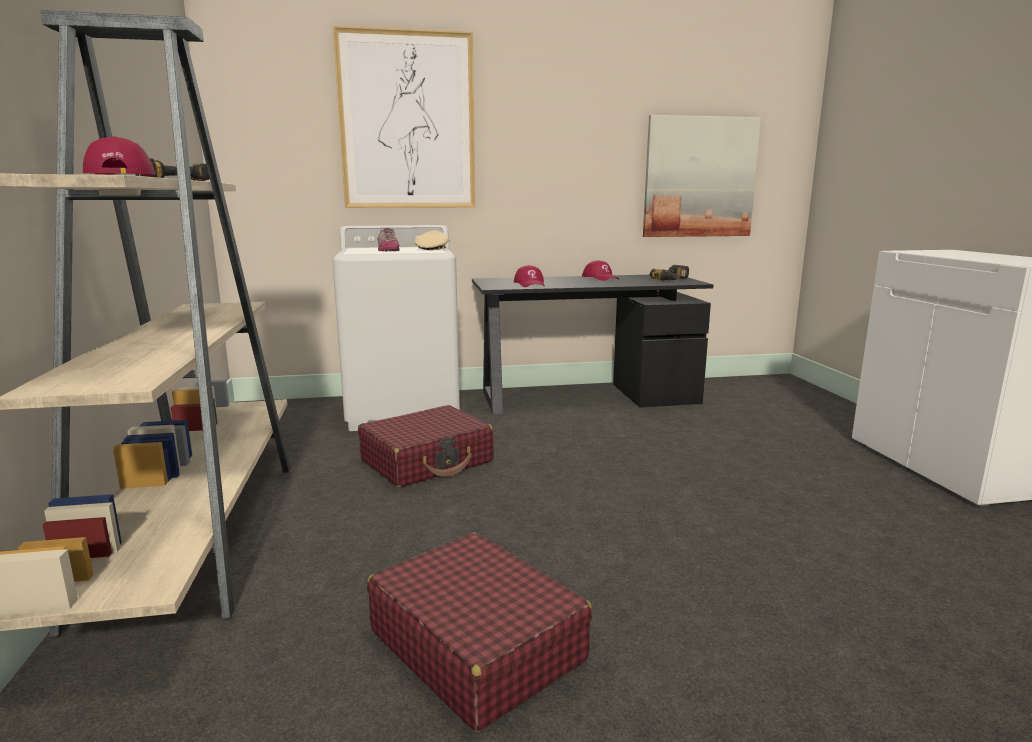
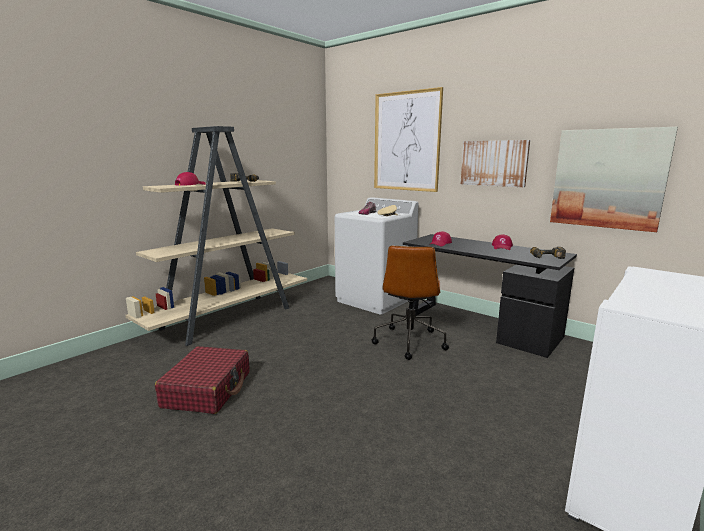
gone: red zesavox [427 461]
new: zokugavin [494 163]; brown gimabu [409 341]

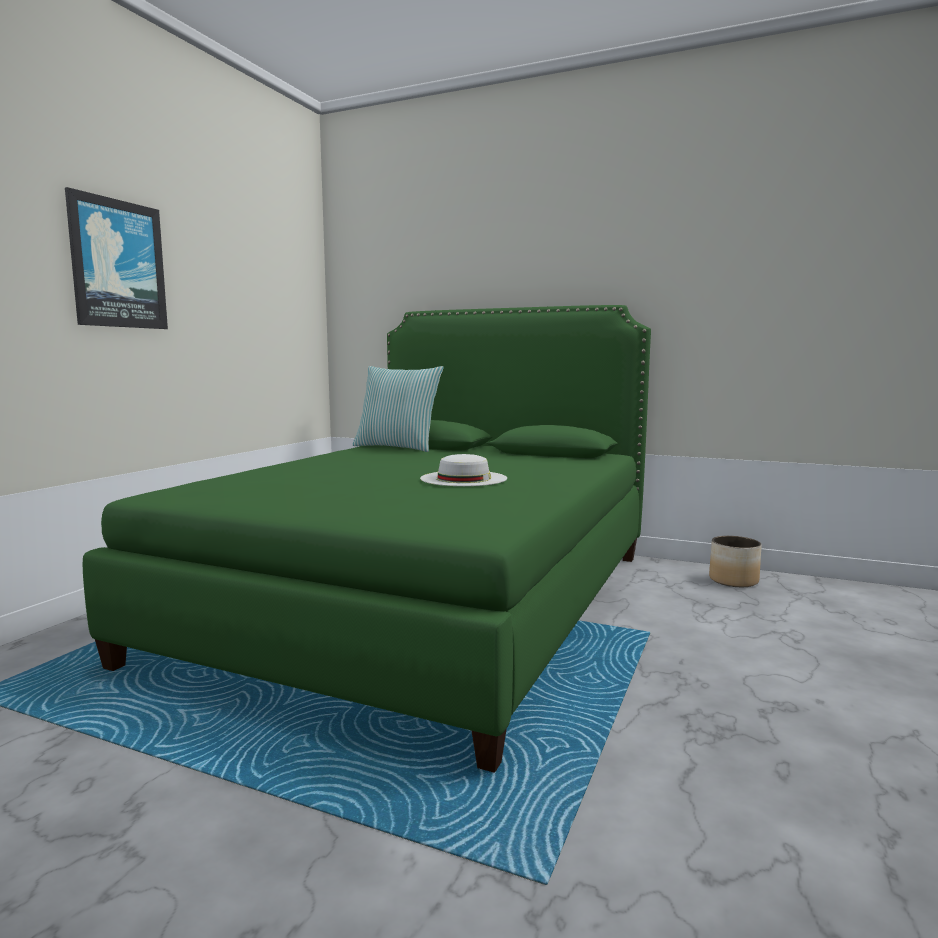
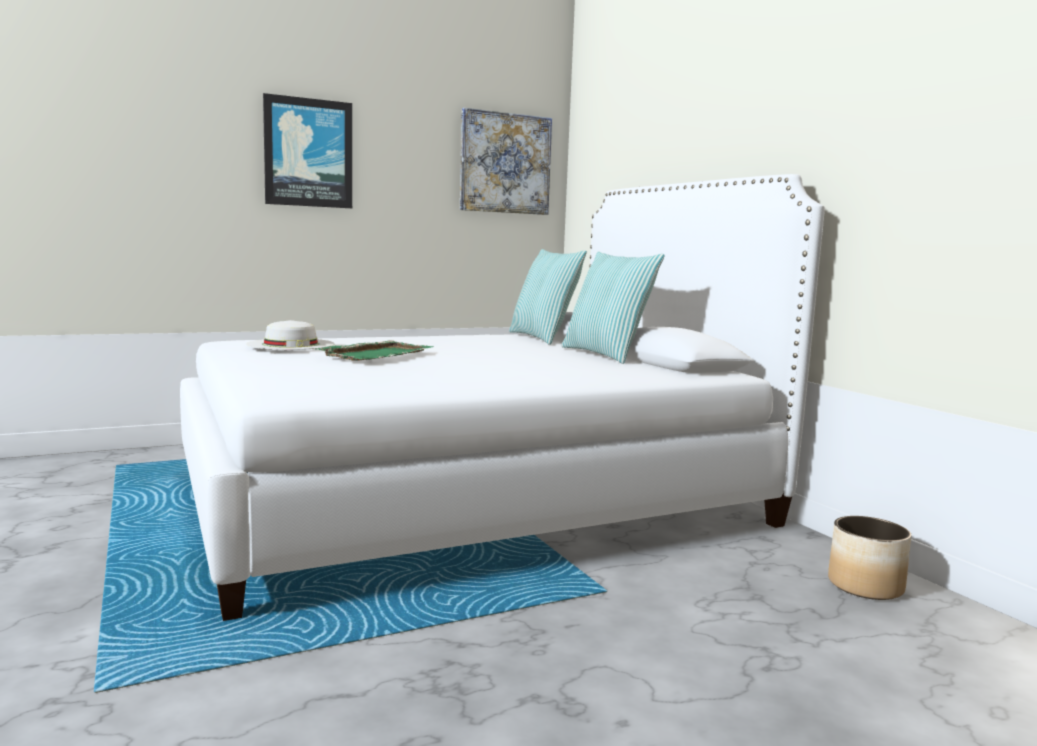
new: zokugavin [505 163]; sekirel [606 355]; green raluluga [377 354]
shifted: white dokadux [463 478] to [291 344]
repainted: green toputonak [426 601] to white toputonak [471 497]

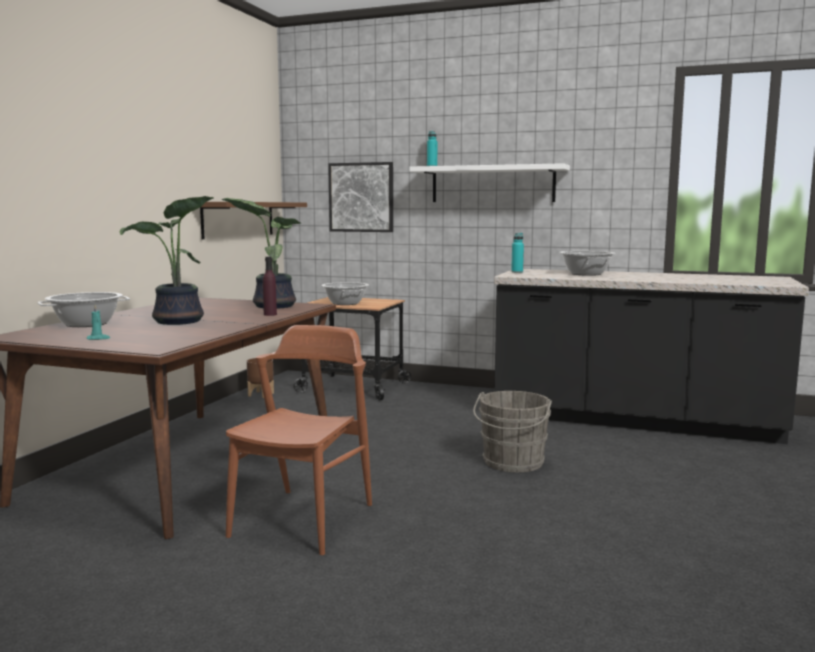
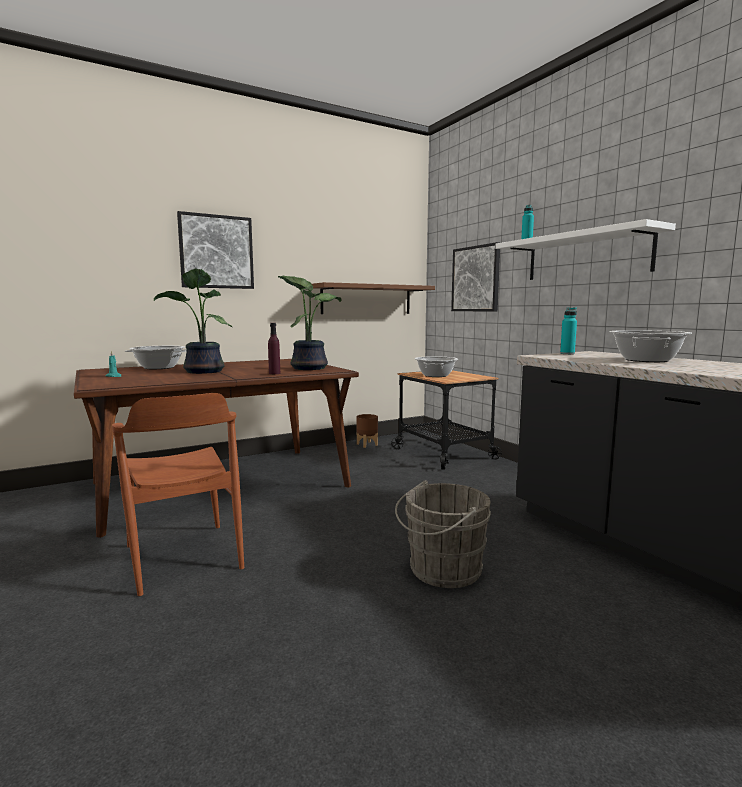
new: zokugavin [216 252]
rotated: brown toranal [303 519] = [183 557] 90 degrees clockwise

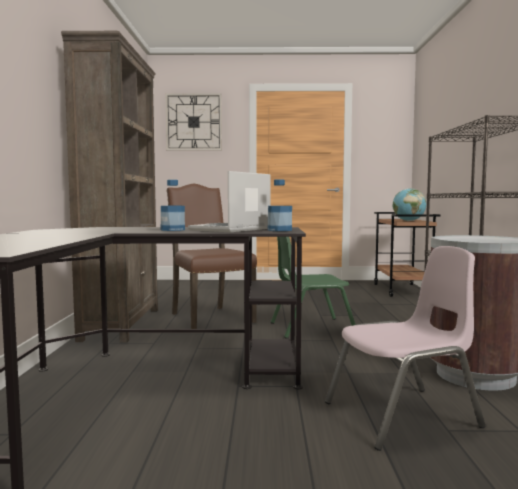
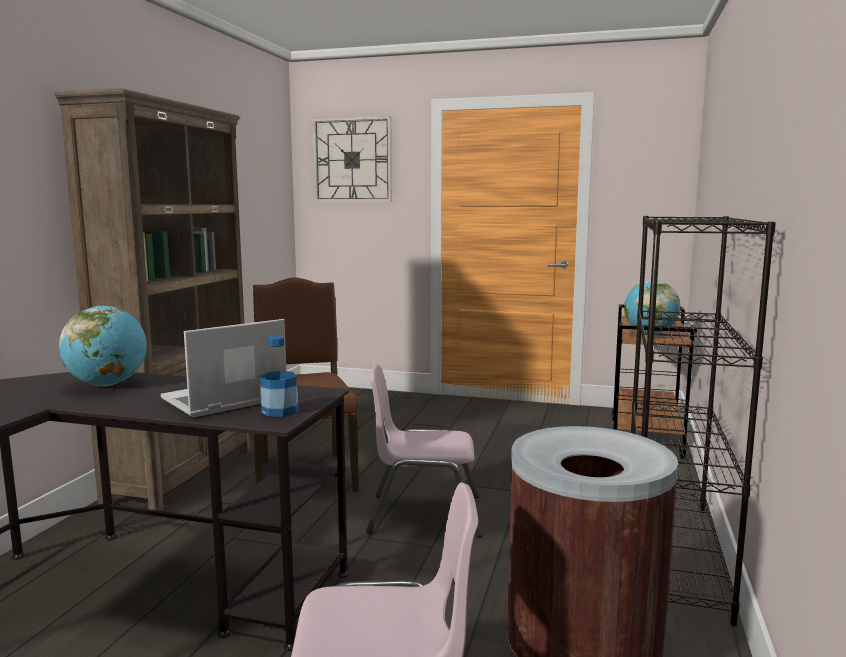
gone: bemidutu [172 230]
new: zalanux [108 384]
repainted: green toranal [311 328] to pink toranal [424 514]

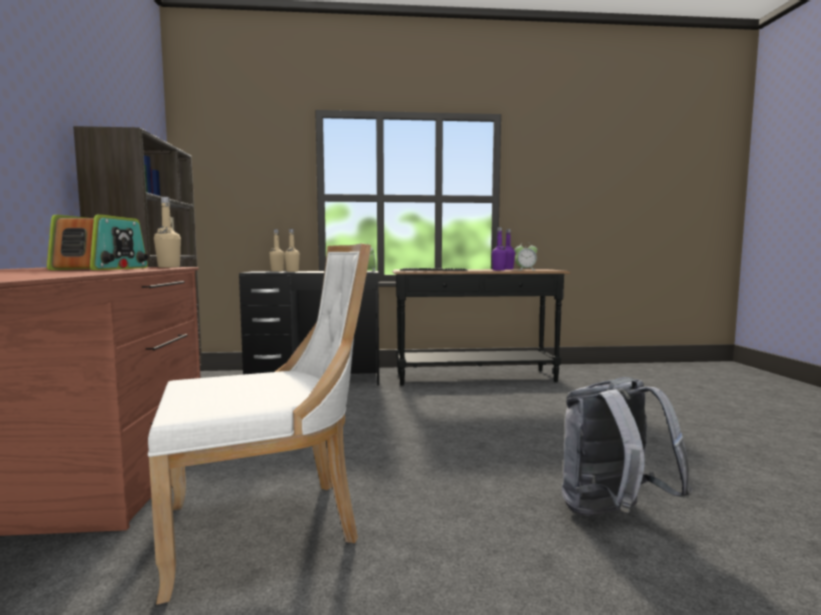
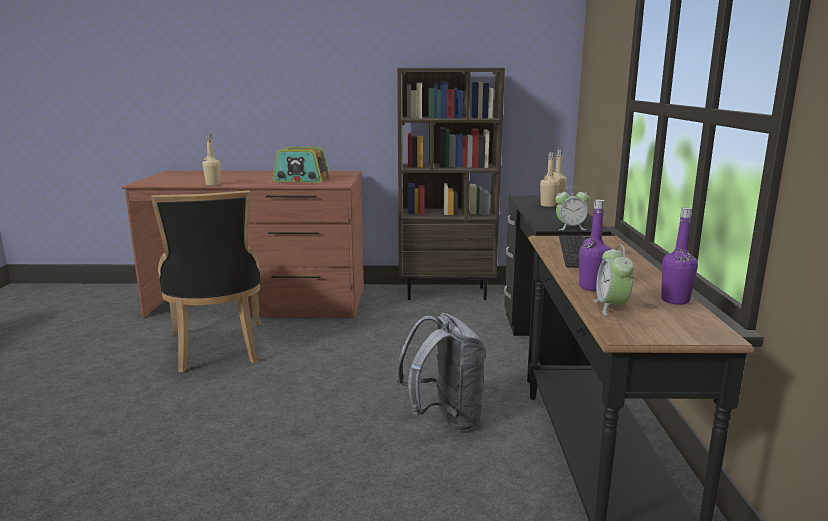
shifted: beige bemidutu [169 267] to [213 184]; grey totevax [612 514] to [444 419]
repainted: white toranal [269 527] to black toranal [218 348]

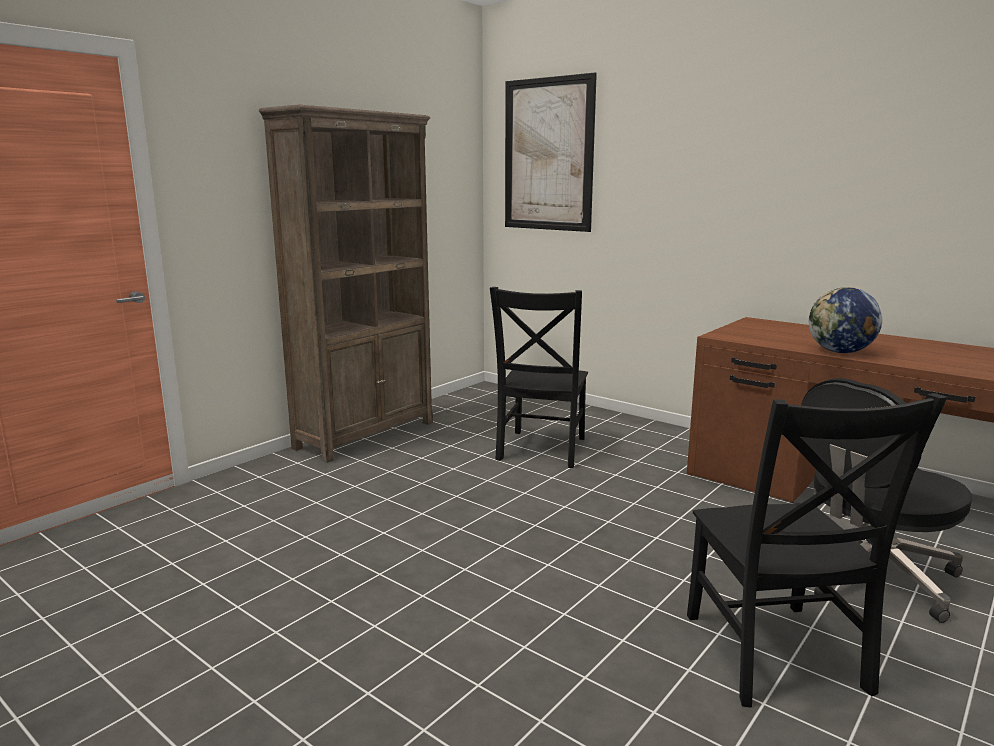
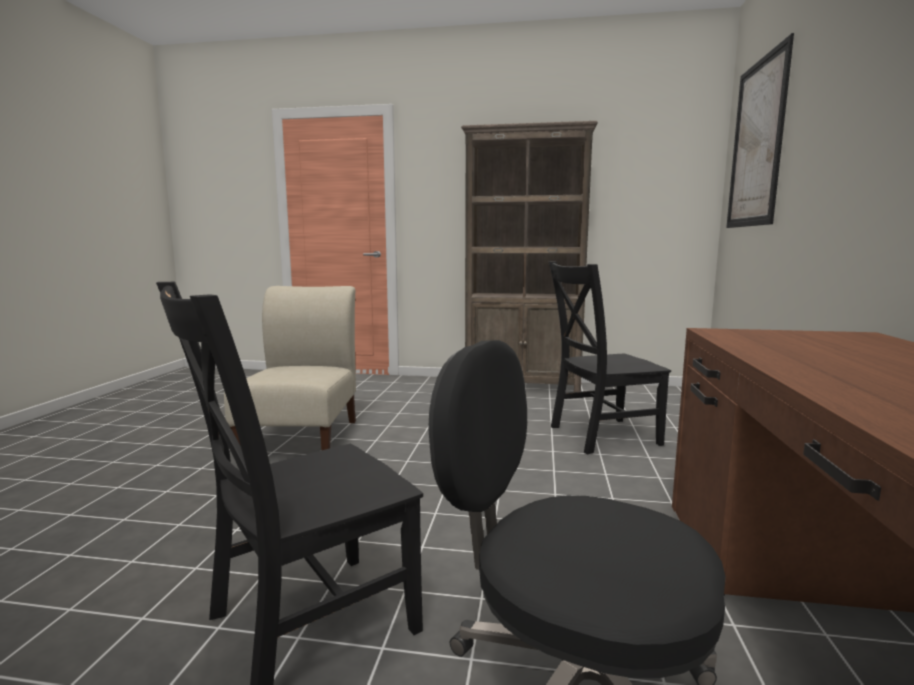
gone: zalanux [840 352]
new: beige toranal [303 438]

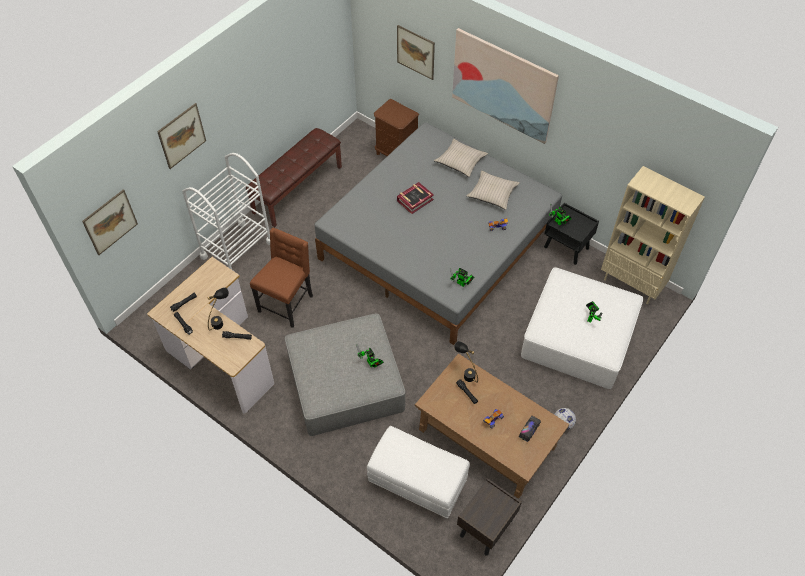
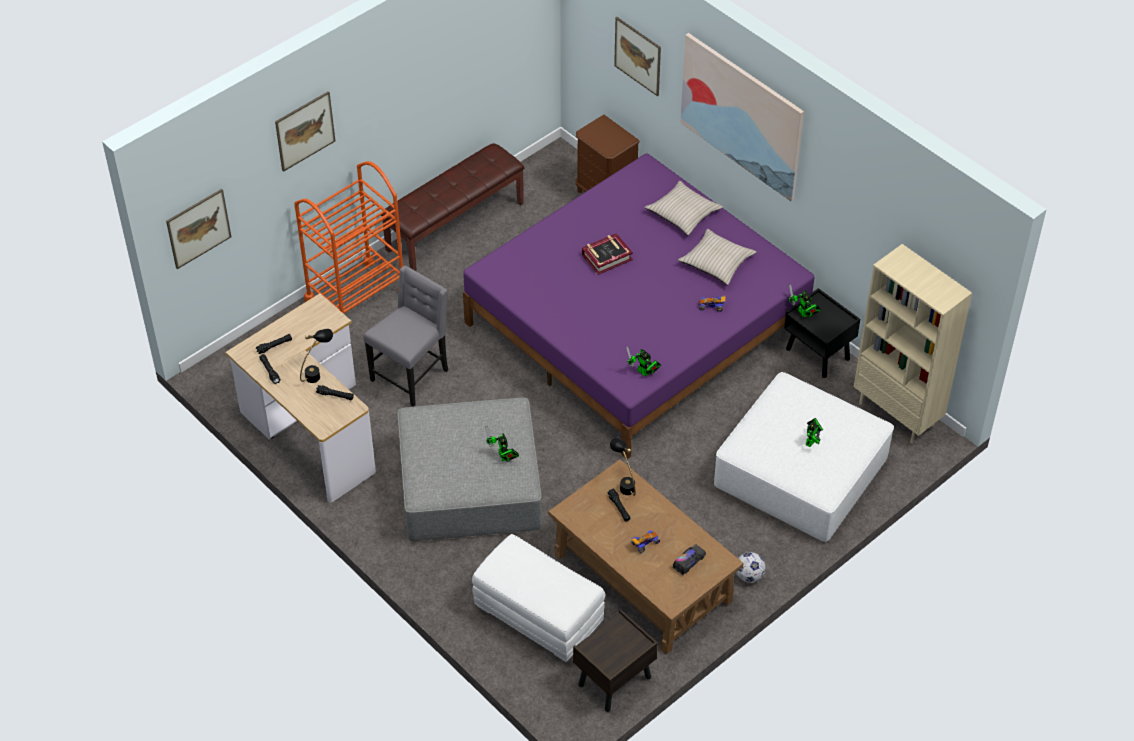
repainted: grey toputonak [438 243] to purple toputonak [637 324]; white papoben [237 249] to orange papoben [356 296]; brown toranal [287 303] to grey toranal [411 375]

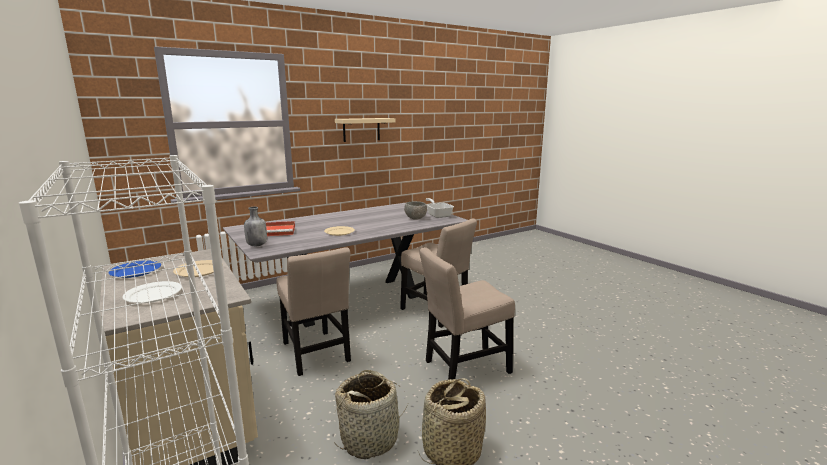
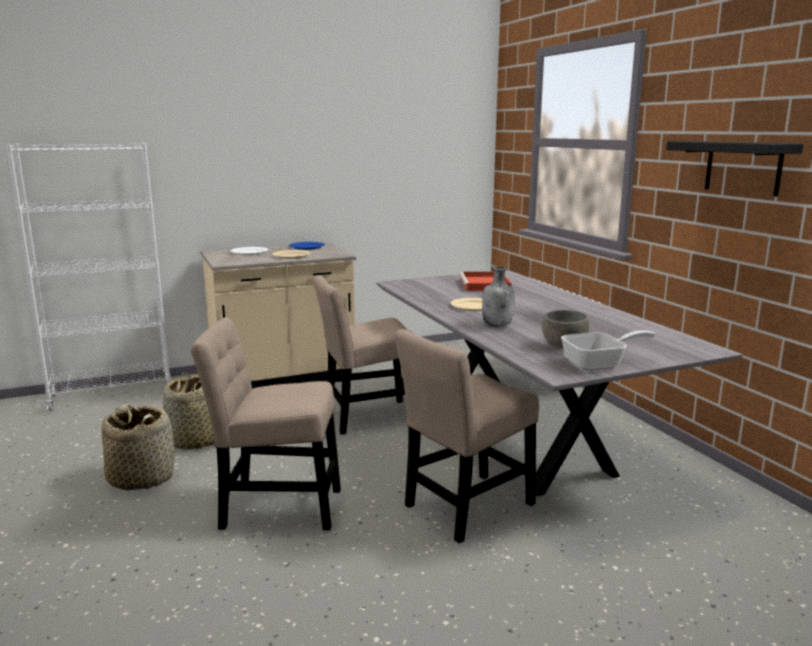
shifted: grey bemidutu [257 245] to [498 325]
repainted: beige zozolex [361 129] to black zozolex [743 167]
rotated: beige toranal [464 368] = [275 507] 75 degrees counterclockwise

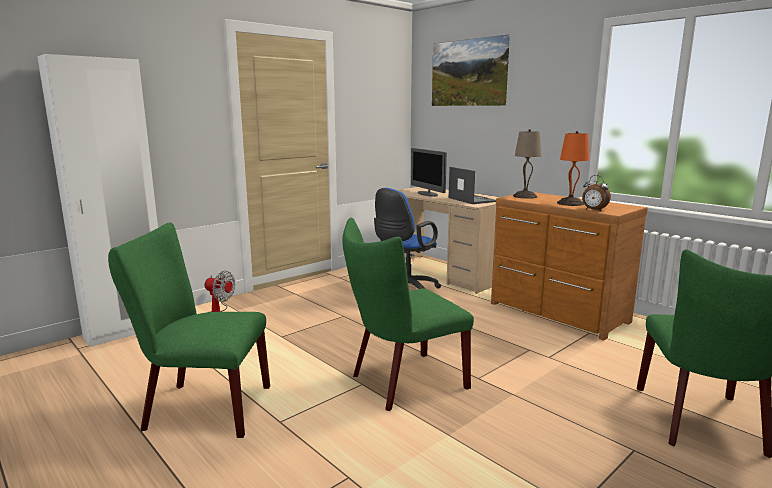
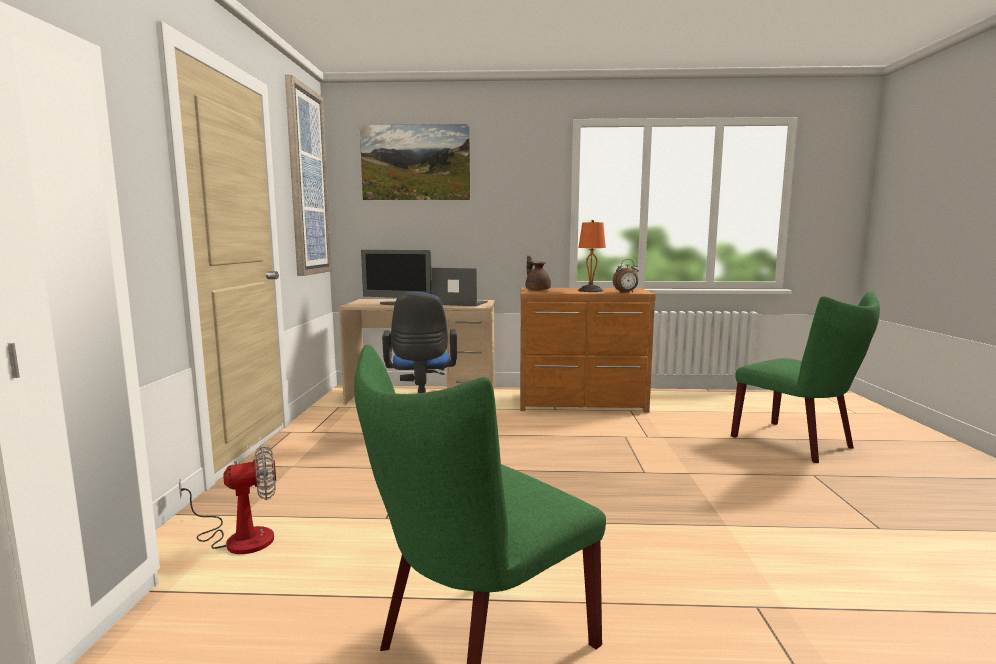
gone: green toranal [402 382]
new: zokugavin [307 182]
swapped: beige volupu [525 196] to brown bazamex [537 290]

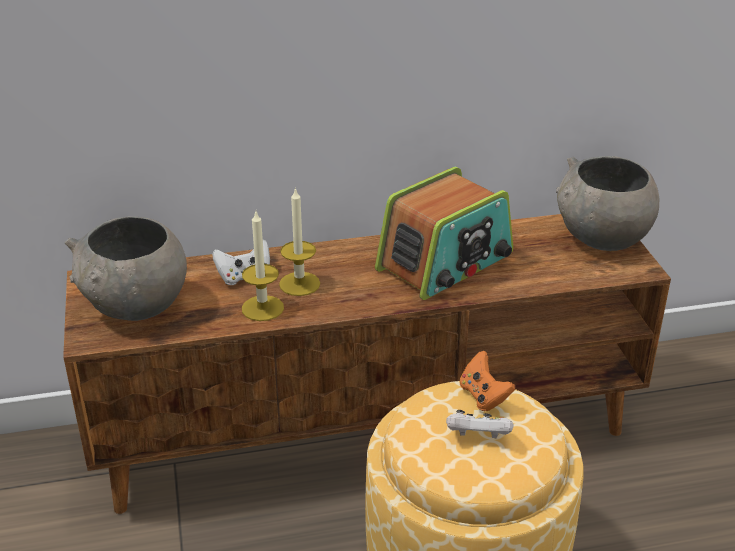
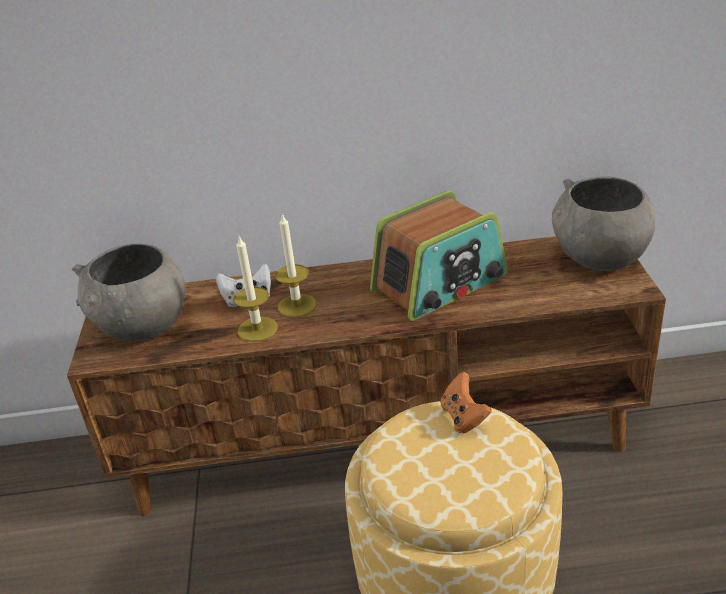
gone: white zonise [478 438]

